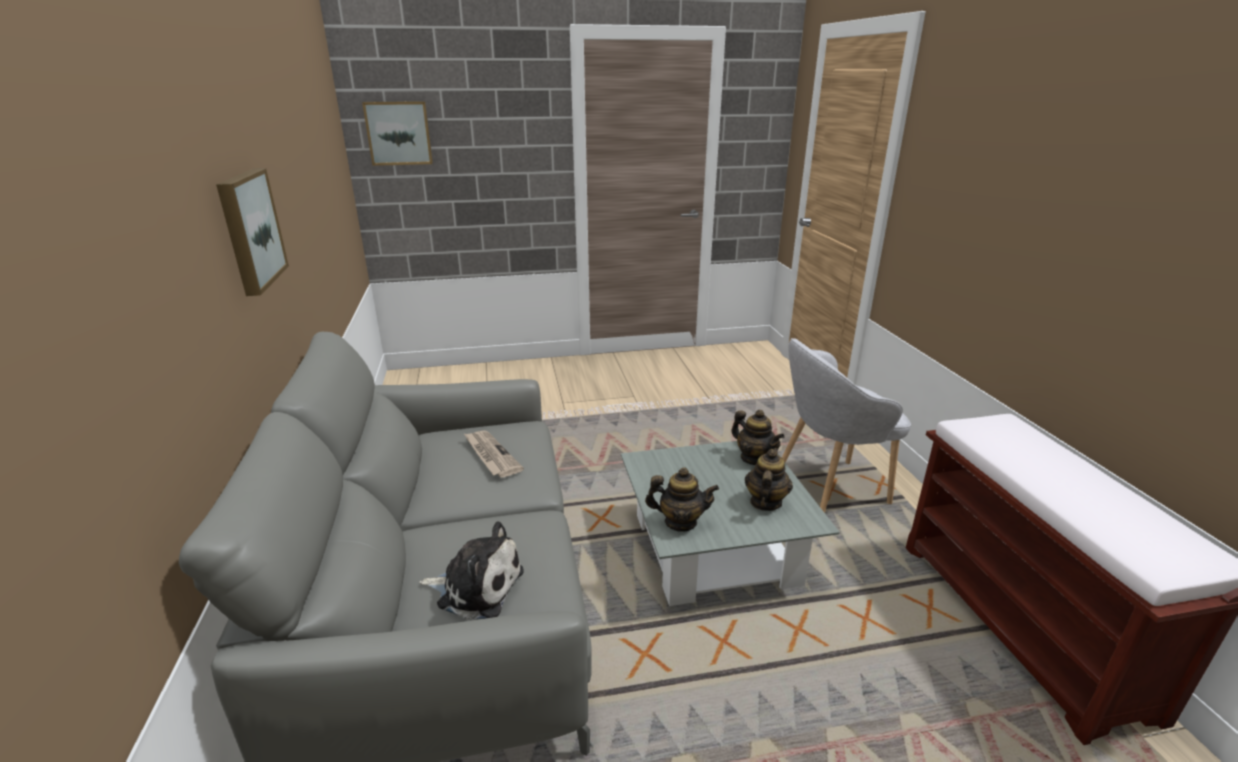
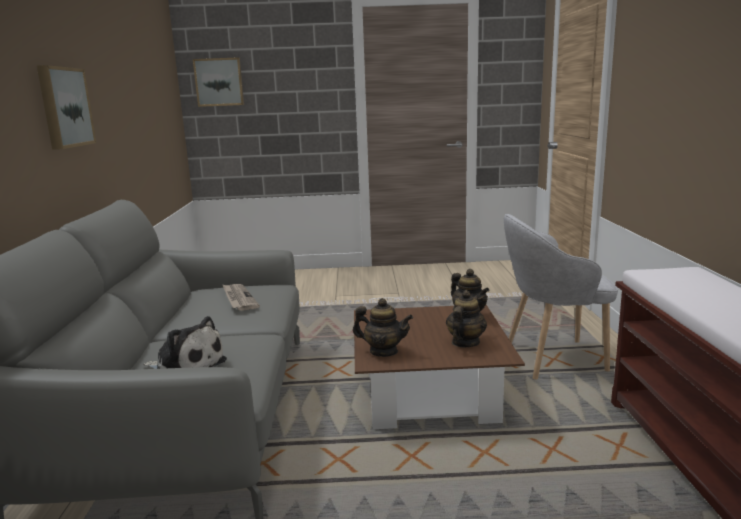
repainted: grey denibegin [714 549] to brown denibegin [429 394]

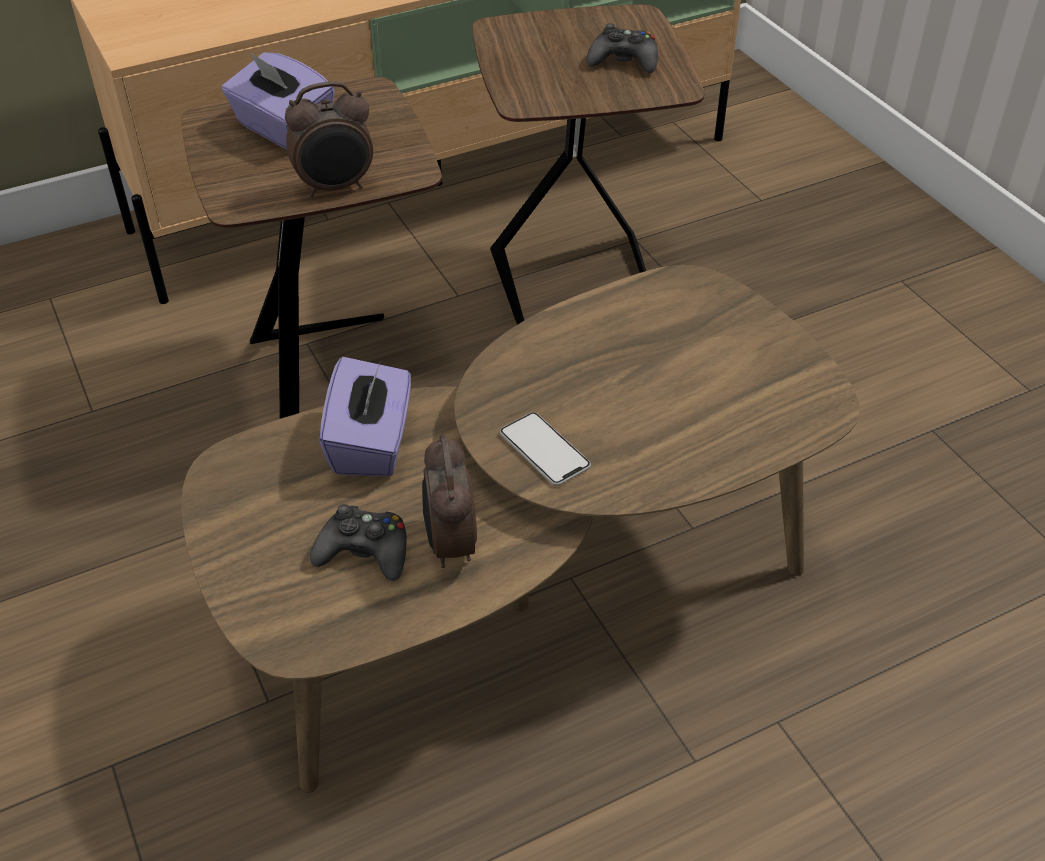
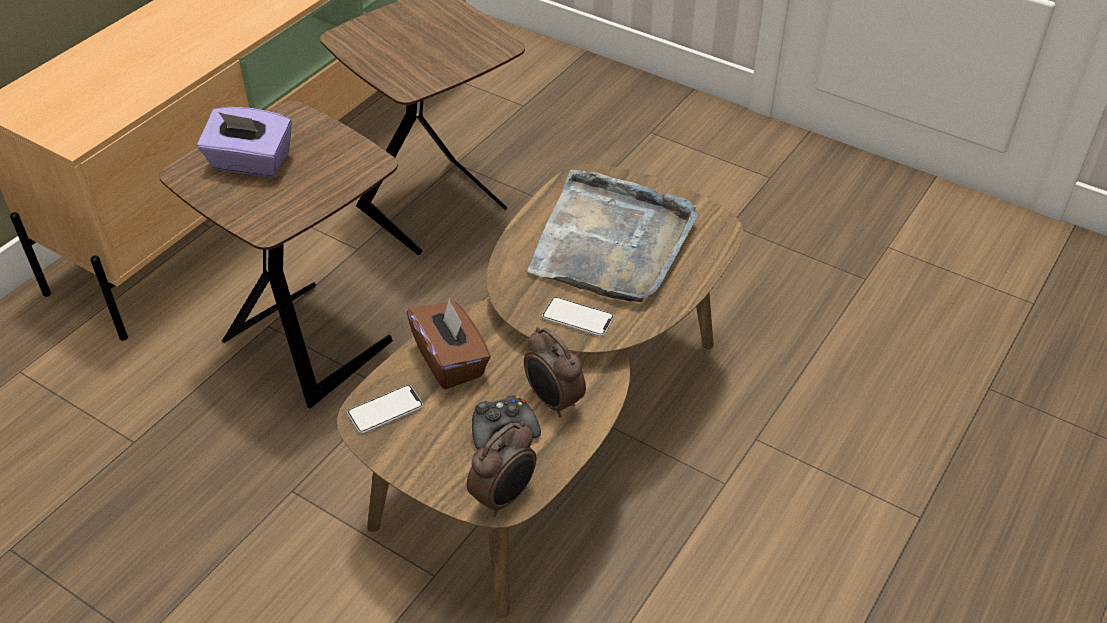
gone: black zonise [624 61]
new: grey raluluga [612 242]; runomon [385 410]
shifted: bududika [336 188] to [504 497]
repainted: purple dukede [372 443] to brown dukede [451 361]

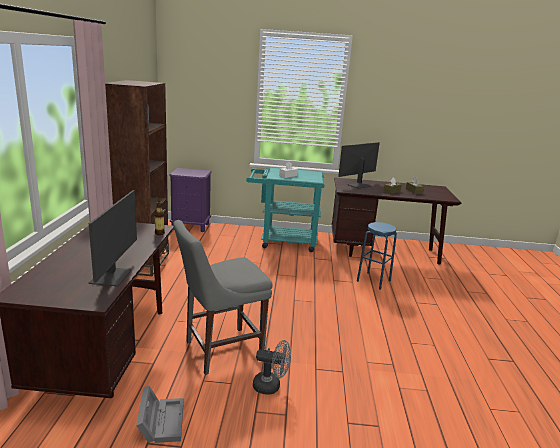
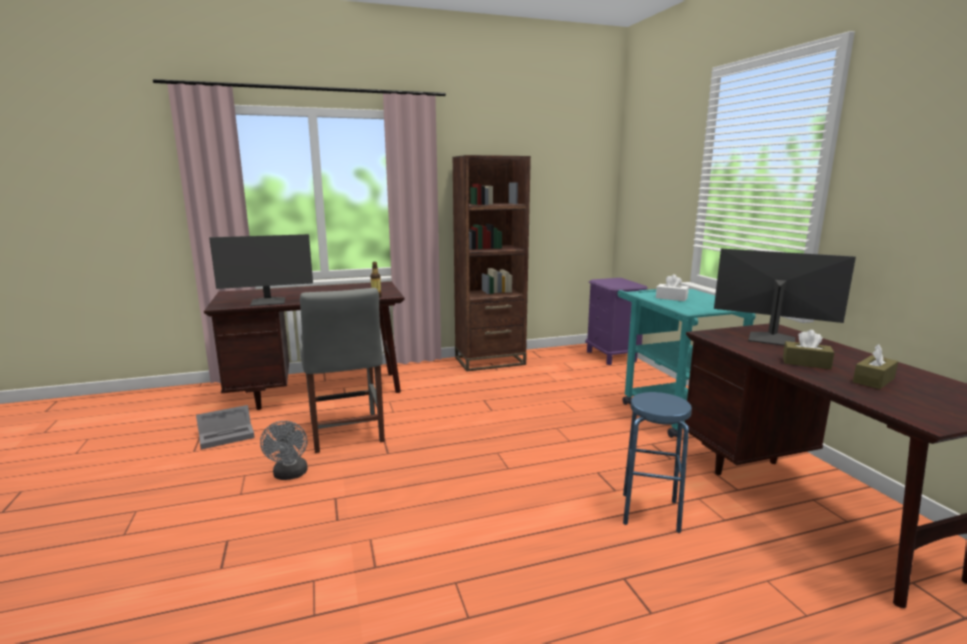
rotated: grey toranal [219 350] = [346 434] 150 degrees counterclockwise

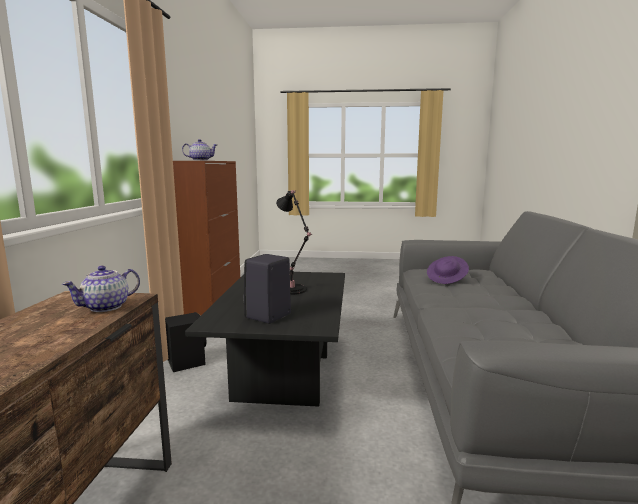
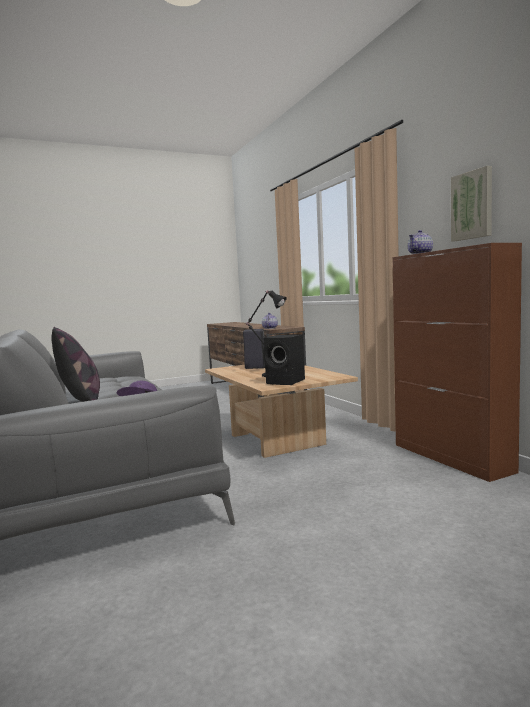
new: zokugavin [472 205]; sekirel [80 401]
shifted: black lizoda [186 362] to [286 382]
repainted: black denibegin [283 376] to beige denibegin [276 439]

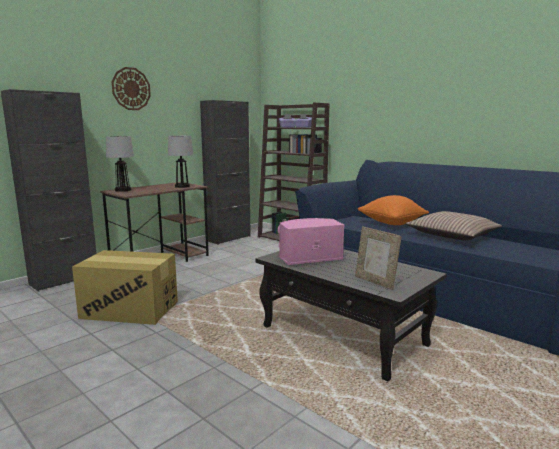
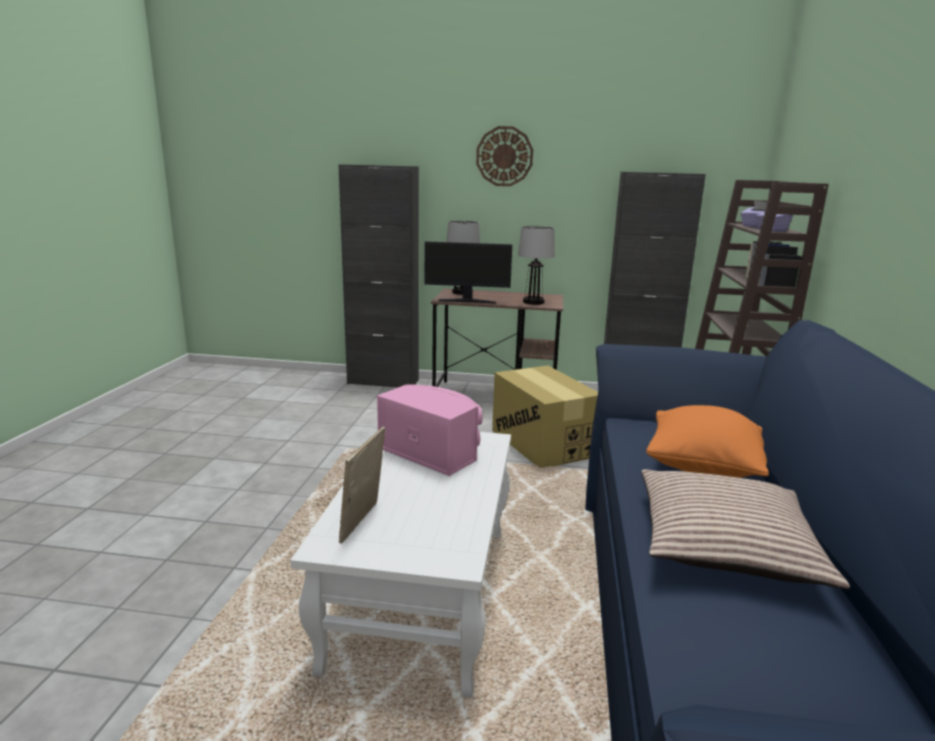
new: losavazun [467 301]
shifted: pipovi [130 310] to [542 443]
repainted: black denibegin [344 336] to white denibegin [422 595]

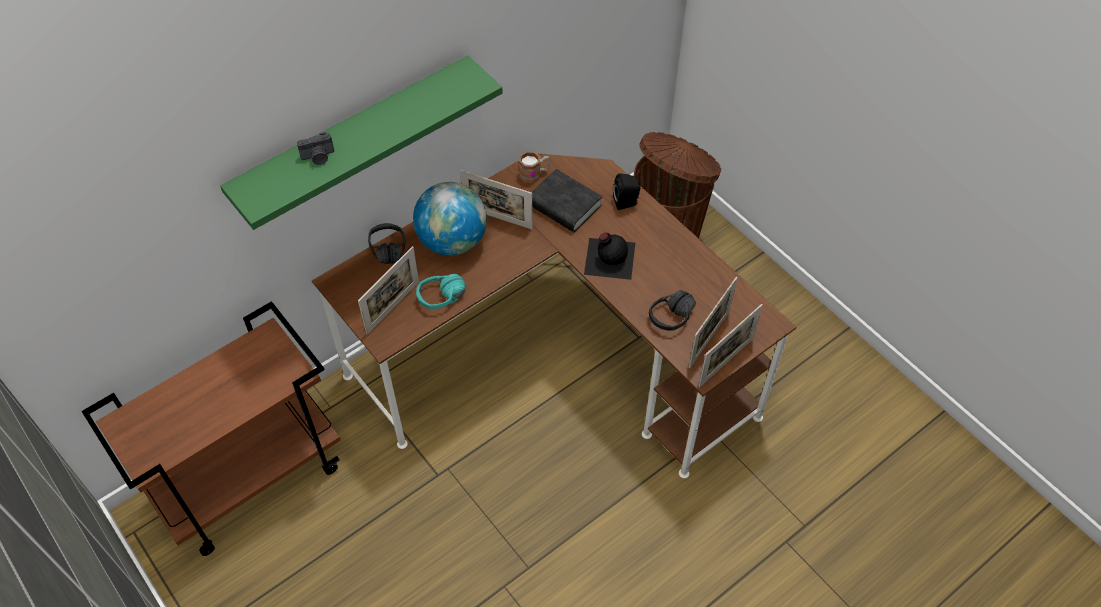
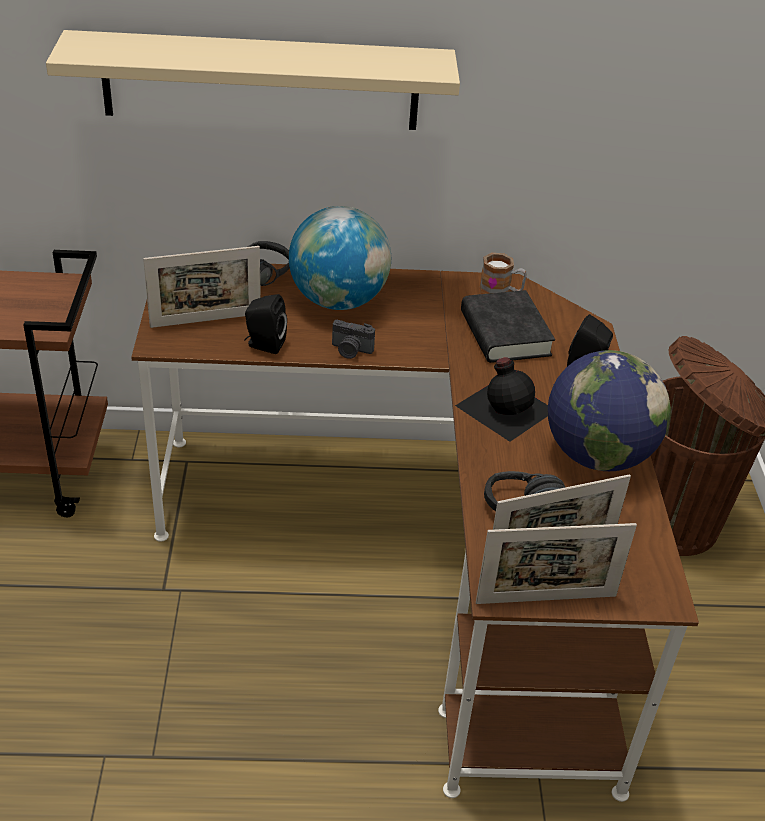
gone: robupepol [497 217]
new: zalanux [597 455]
shifted: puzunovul [318 157] to [350 351]
swapped: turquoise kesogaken [444 302] to black lizoda [264 345]
repainted: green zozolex [354 139] to beige zozolex [261 81]

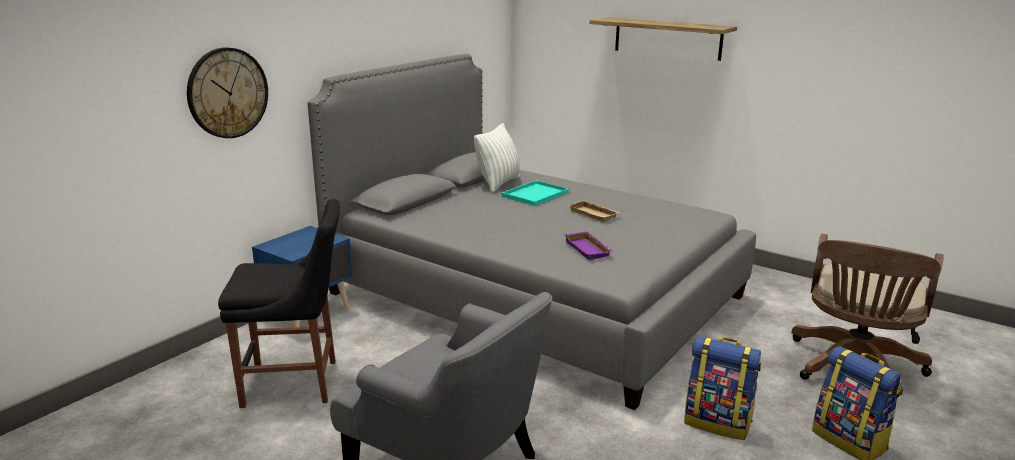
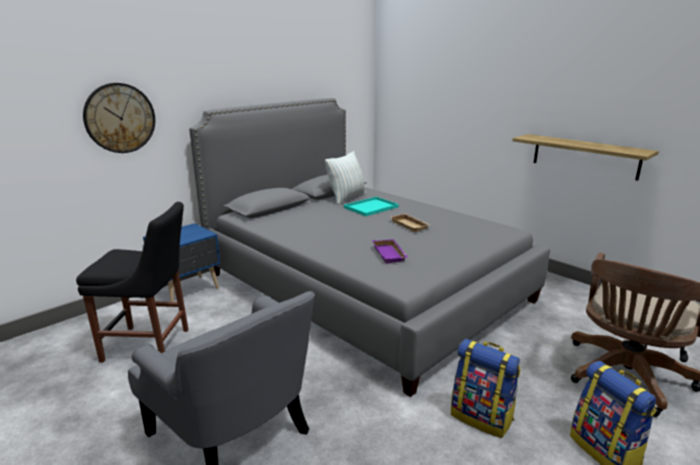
shifted: zozolex [667 38] to [585 156]

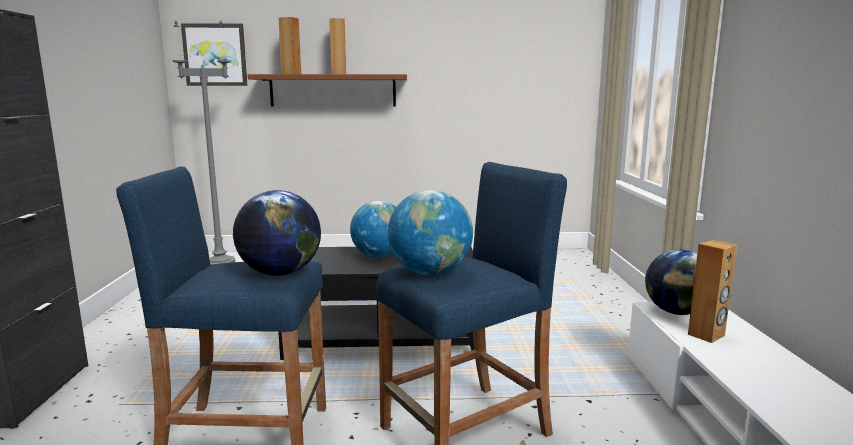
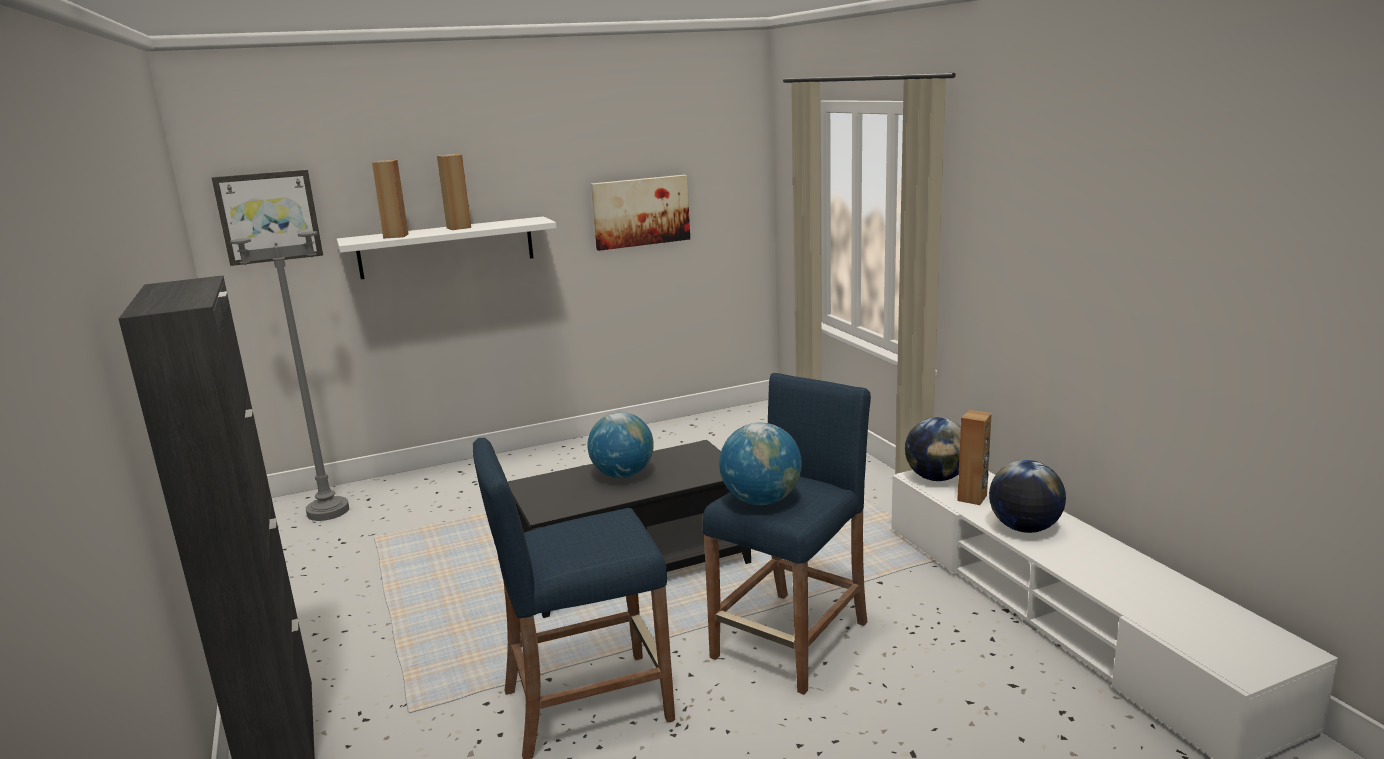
new: zokugavin [641 211]
shifted: zalanux [280 273] to [1024 528]
repainted: brown zozolex [333 90] to white zozolex [447 247]

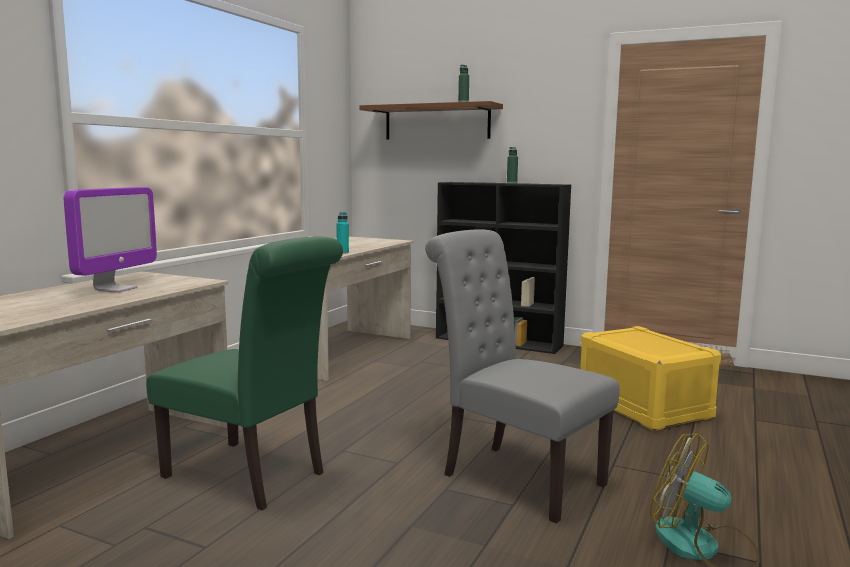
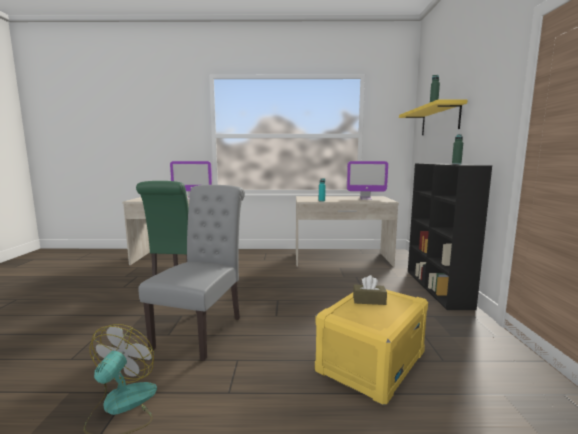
new: losavazun [366 198]; brown dukede [369 300]
repainted: brown zozolex [437 122] to yellow zozolex [439 120]

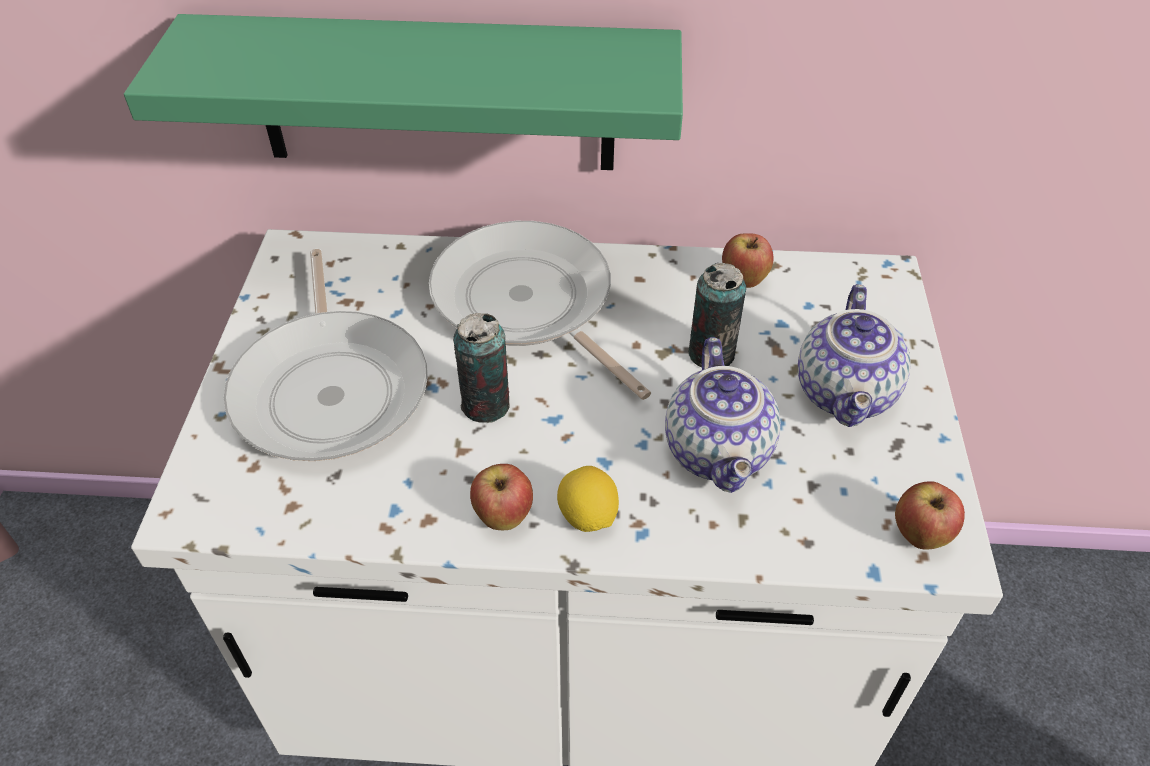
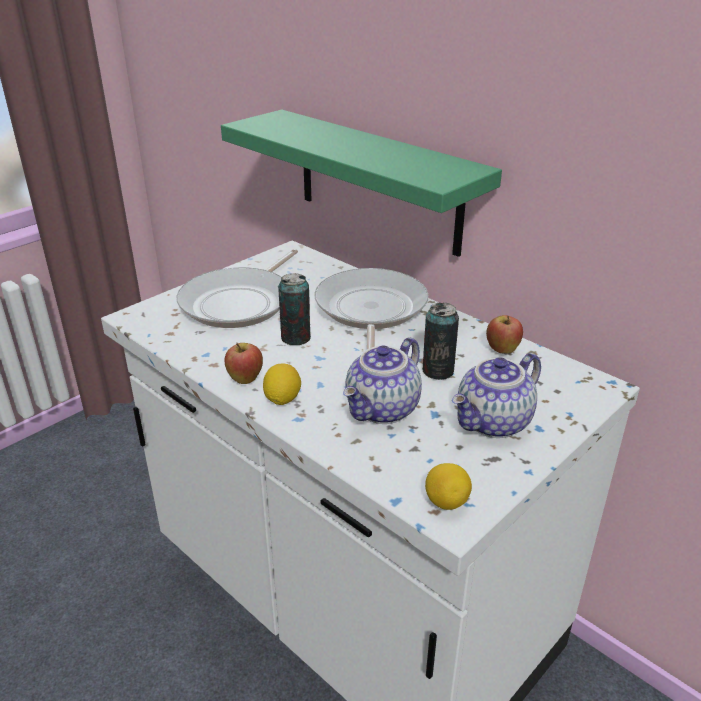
swapped: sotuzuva [919 536] to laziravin [446 502]

